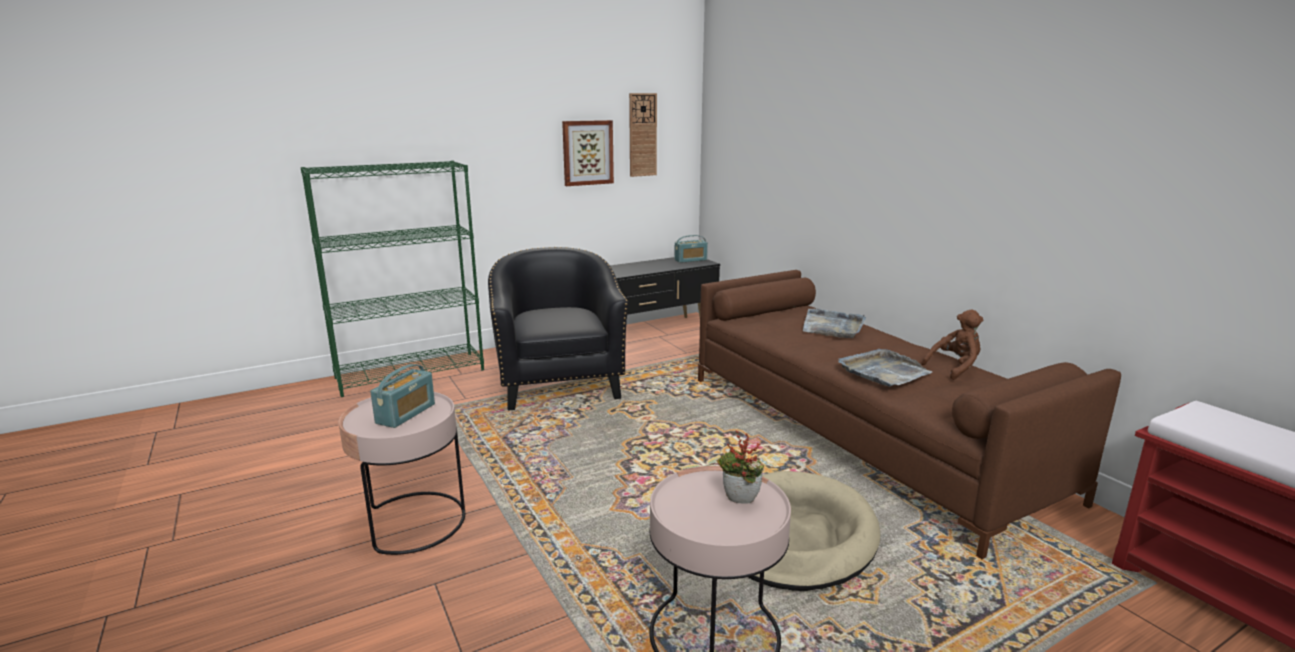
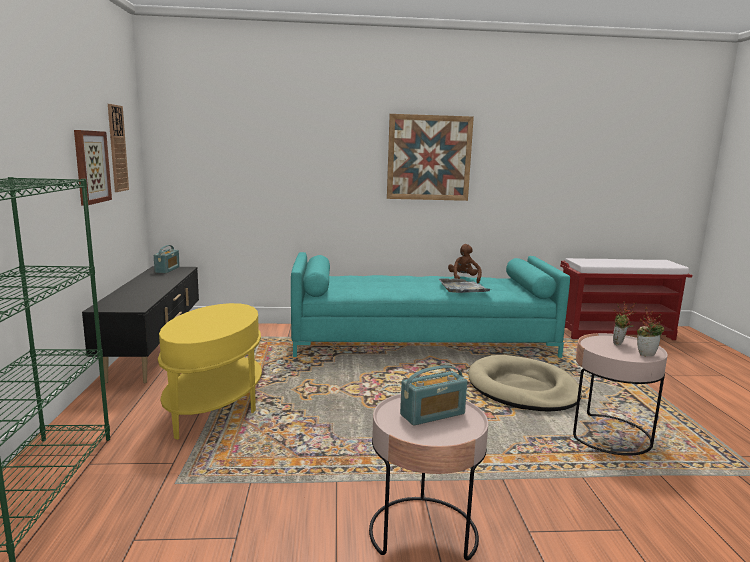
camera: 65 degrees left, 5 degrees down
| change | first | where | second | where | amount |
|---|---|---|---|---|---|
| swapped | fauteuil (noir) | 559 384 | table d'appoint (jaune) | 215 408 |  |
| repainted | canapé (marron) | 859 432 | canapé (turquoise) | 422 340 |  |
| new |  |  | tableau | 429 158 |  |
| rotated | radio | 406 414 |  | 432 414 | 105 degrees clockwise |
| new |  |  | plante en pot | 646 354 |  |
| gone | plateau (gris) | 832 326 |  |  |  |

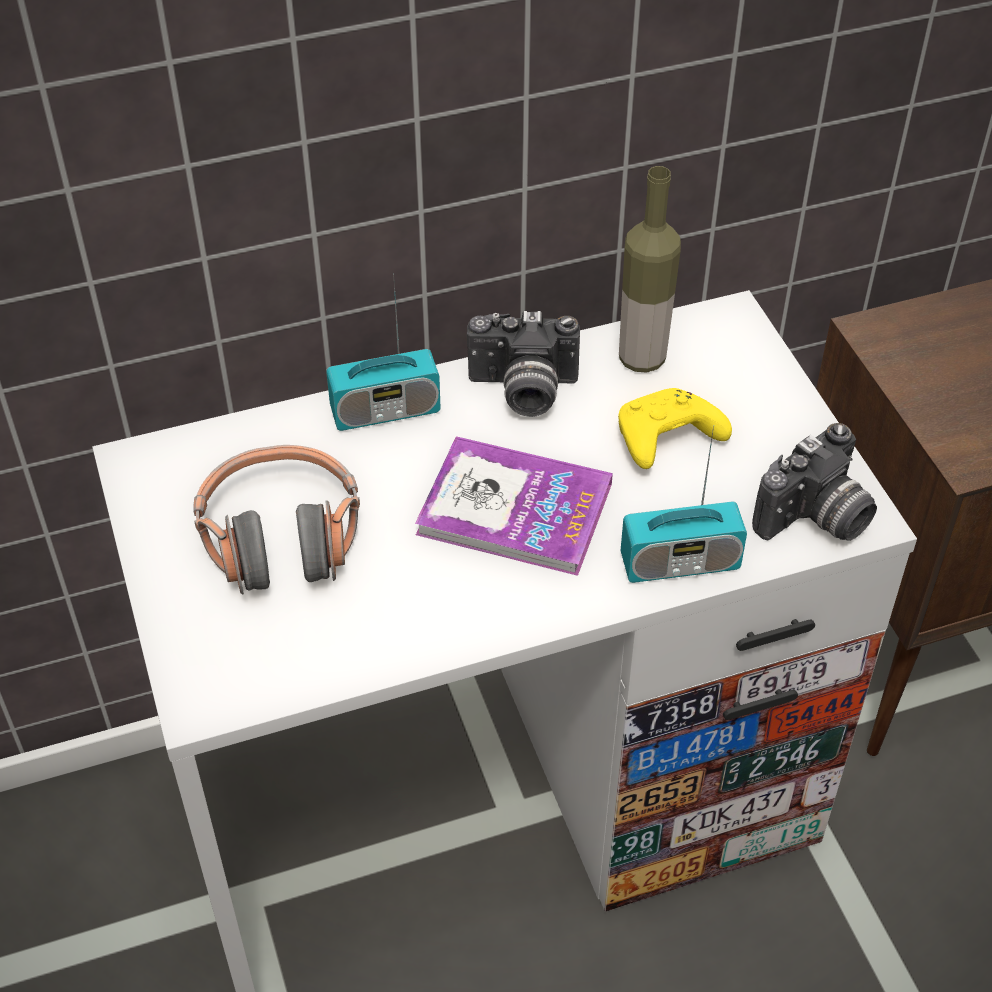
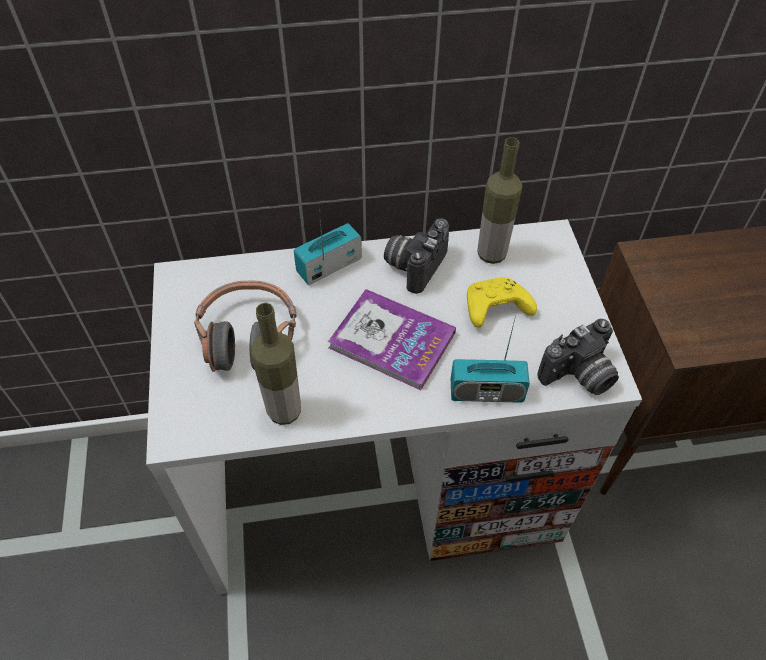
camera: 10 degrees right, 5 degrees up
| change | first | where | second | where | amount |
|---|---|---|---|---|---|
| new |  |  | bouteille | 284 411 |  |
| rotated | radio | 385 411 |  | 329 266 | 150 degrees clockwise |
| rotated | appareil photo | 522 391 |  | 414 265 | 105 degrees clockwise |

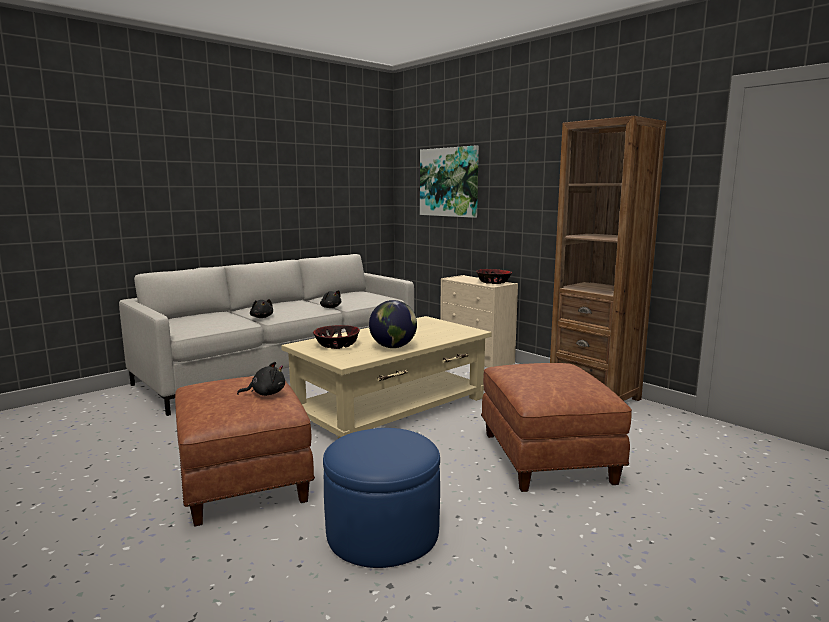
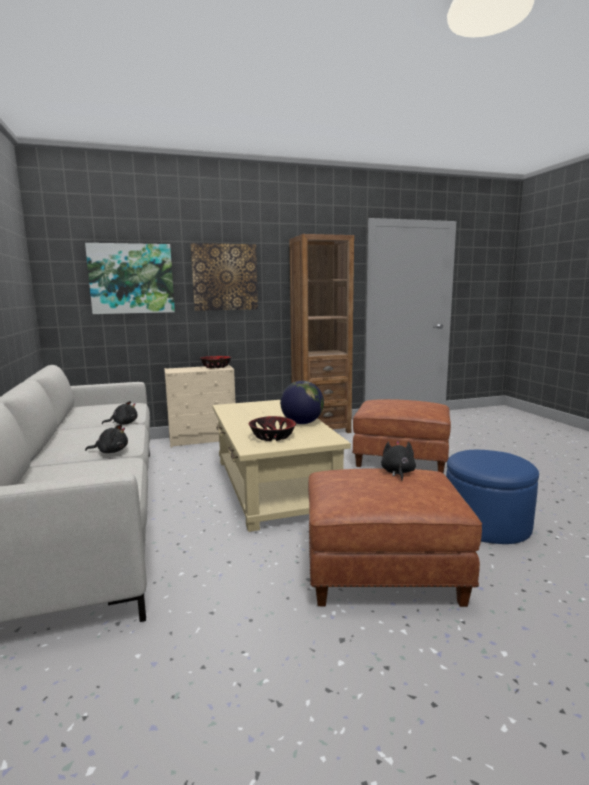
camera: 65 degrees left, 0 degrees up
| change | first | where | second | where | amount |
|---|---|---|---|---|---|
| new |  |  | tableau | 225 277 |  |

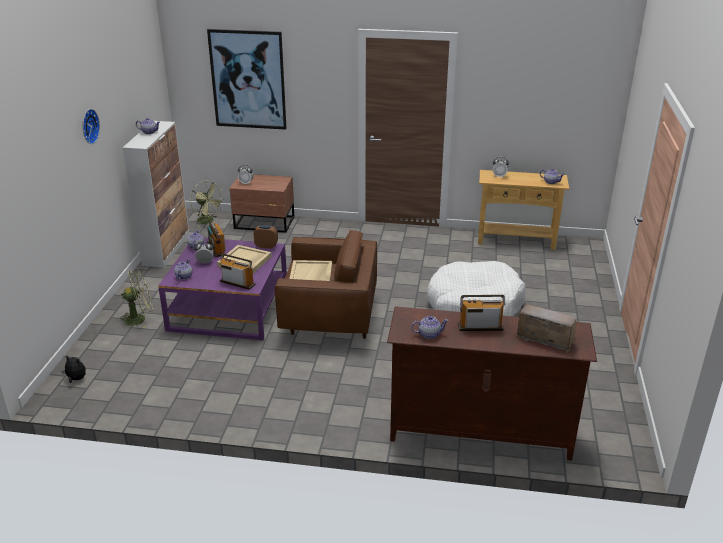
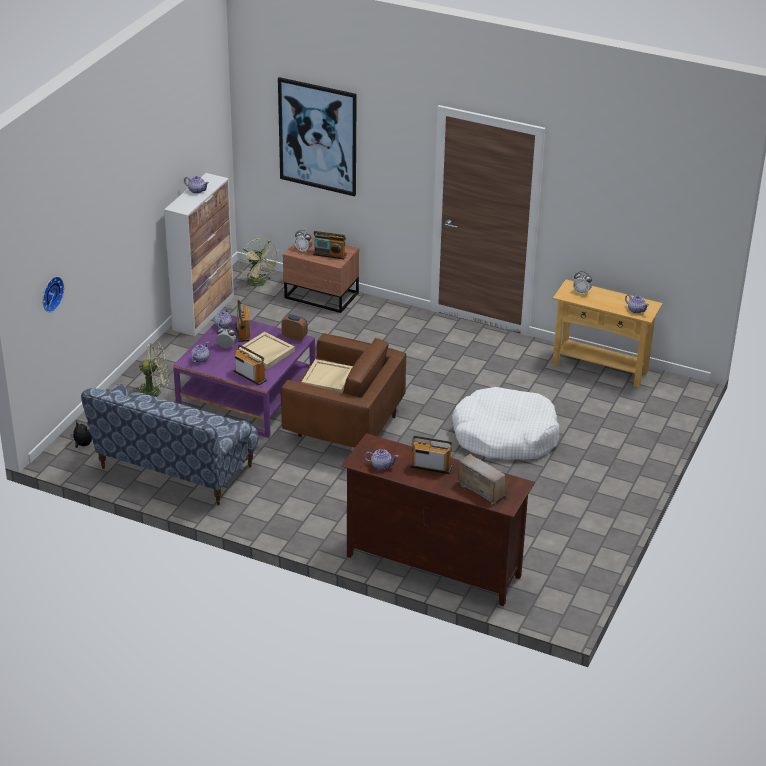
camera: 15 degrees right, 5 degrees up
| change | first | where | second | where | amount |
|---|---|---|---|---|---|
| shifted | horloge murale | 88 126 |  | 50 293 |  |
| new |  |  | canapé | 175 469 |  |
| new |  |  | radio | 329 255 |  |

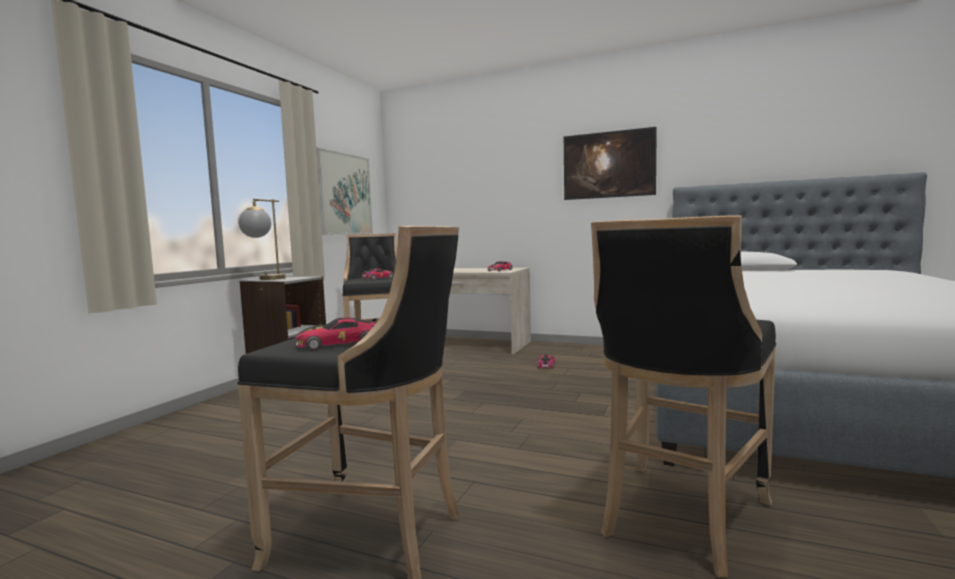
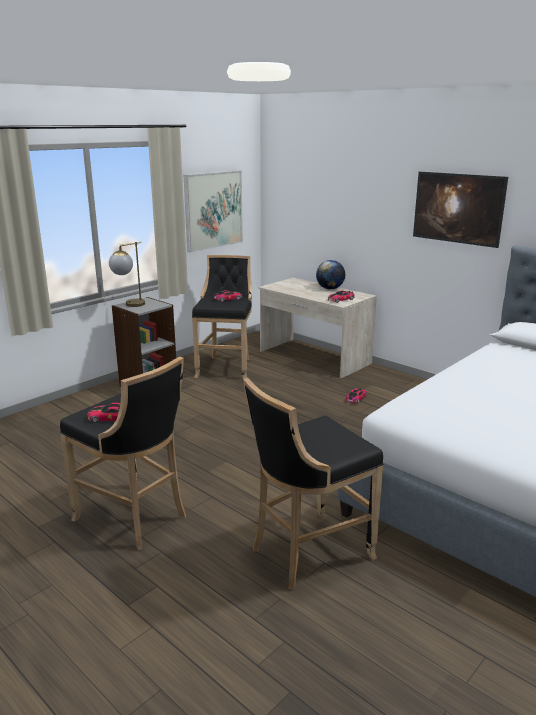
camera: 20 degrees right, 15 degrees up
| change | first | where | second | where | amount |
|---|---|---|---|---|---|
| new |  |  | globe | 330 289 |  |

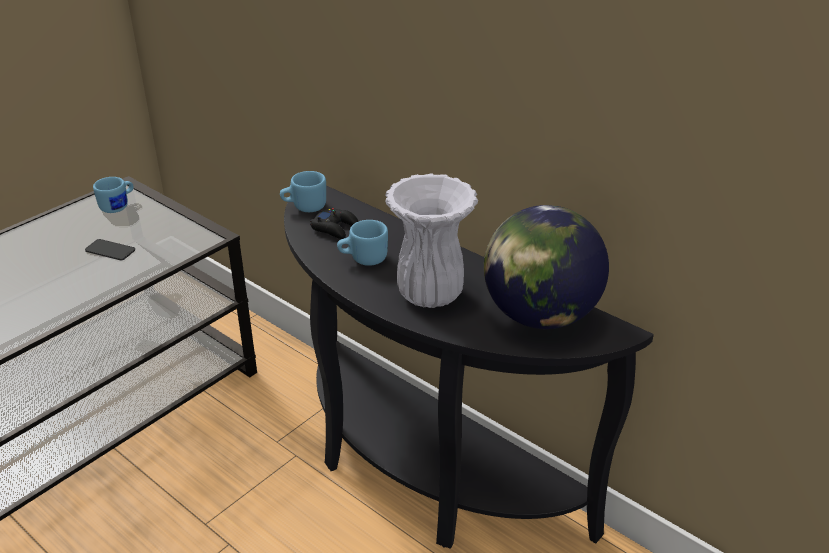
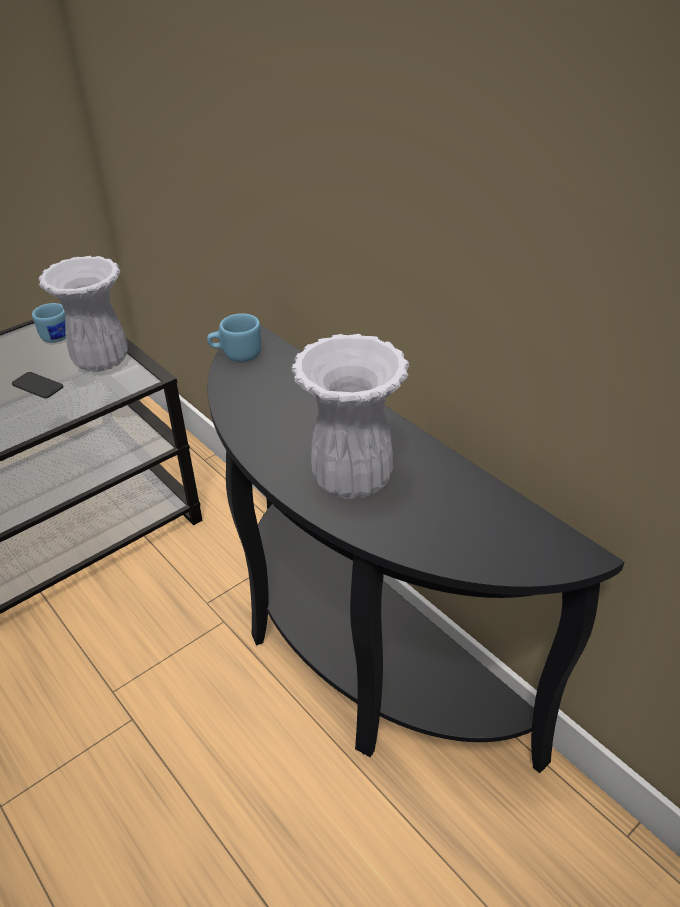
camera: 10 degrees right, 5 degrees up
| change | first | where | second | where | amount |
|---|---|---|---|---|---|
| new |  |  | vase (blanc) | 102 362 |  |
| gone | manette (noir) | 335 228 |  |  |  |
| gone | mug (bleu) | 363 259 |  |  |  |
| gone | globe | 539 316 |  |  |  |

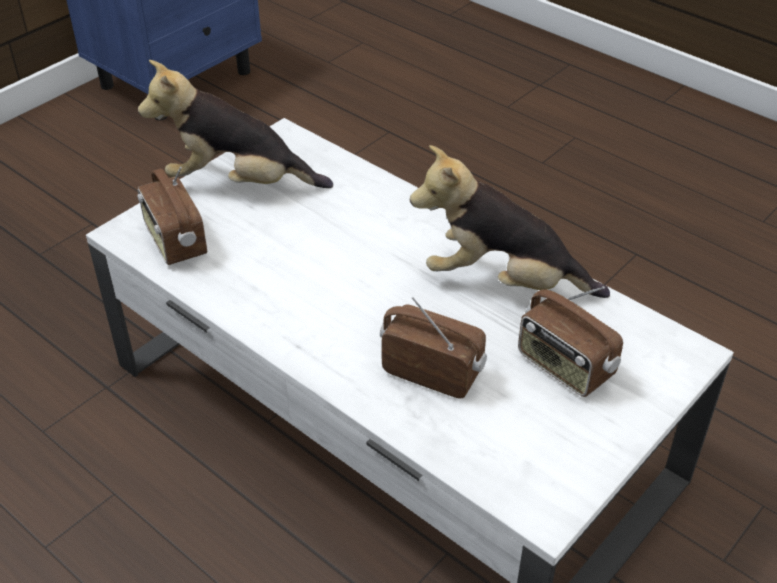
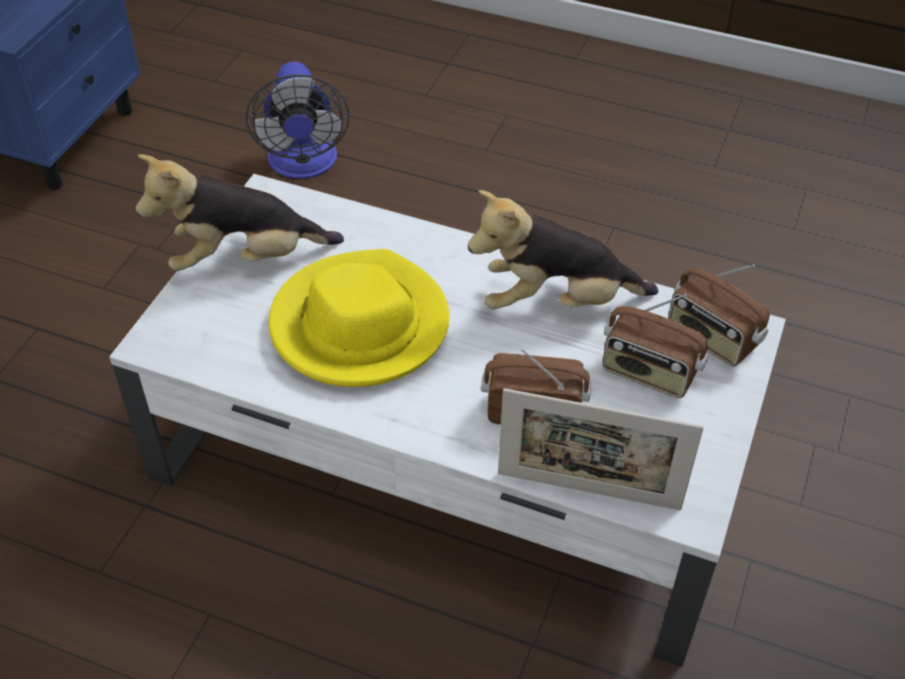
camera: 20 degrees left, 5 degrees up
| change | first | where | second | where | amount |
|---|---|---|---|---|---|
| new |  |  | ventilateur | 303 164 |  |
| new |  |  | chapeau (jaune) | 359 325 |  |
| new |  |  | cadre photo | 588 491 |  |
| shifted | radio | 174 242 |  | 711 339 |  |

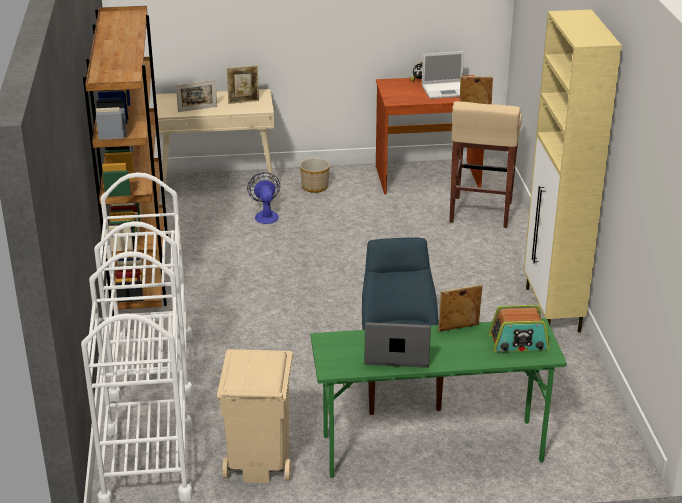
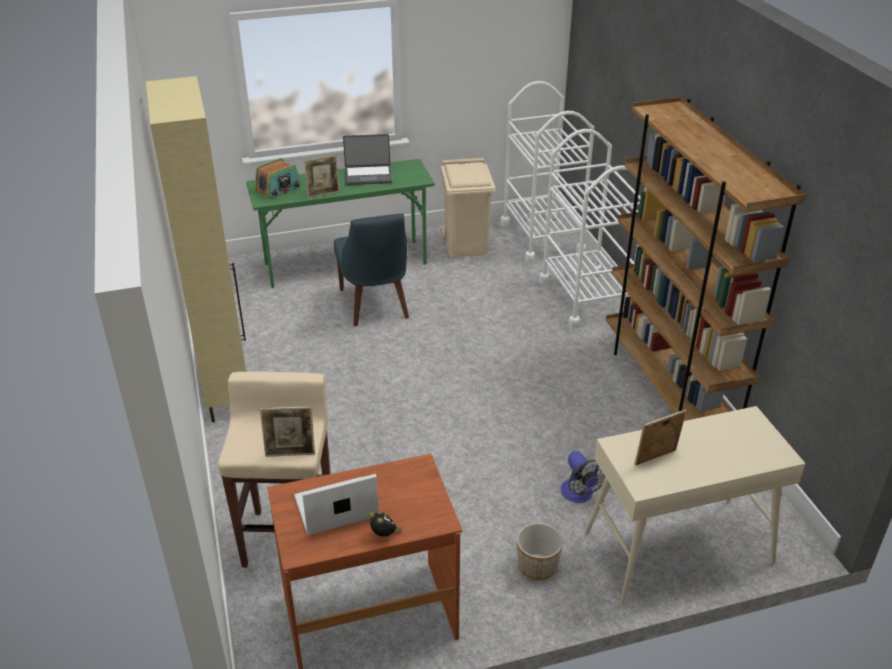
camera: 170 degrees right, 5 degrees up
| change | first | where | second | where | amount |
|---|---|---|---|---|---|
| rotated | radio | 518 342 |  | 278 189 | 150 degrees clockwise |
| gone | cadre photo | 197 109 |  |  |  |

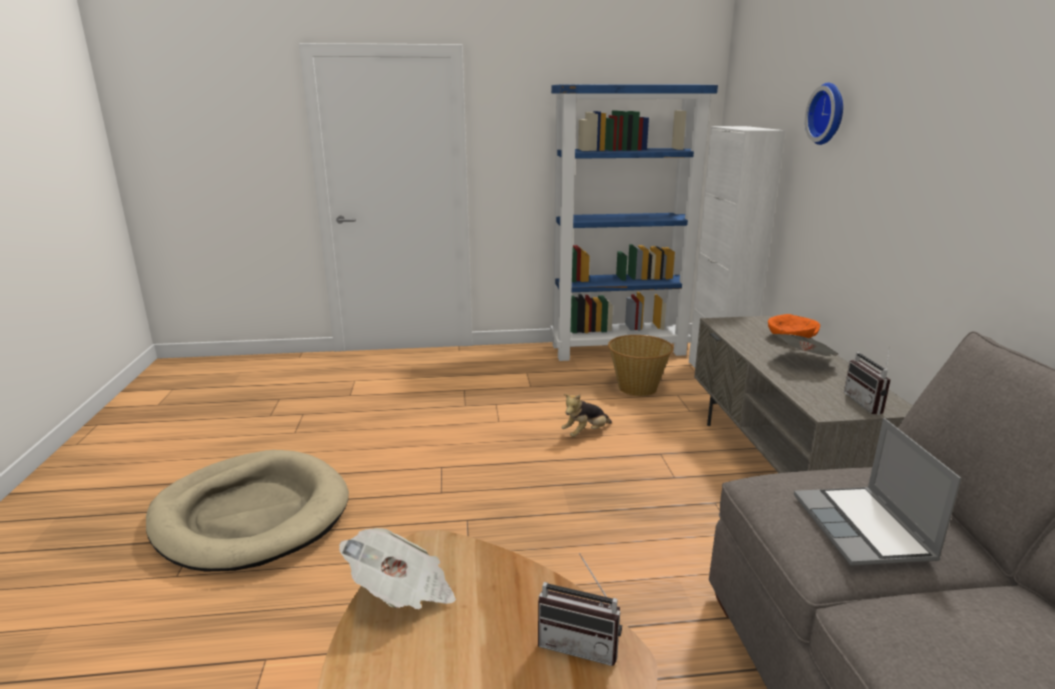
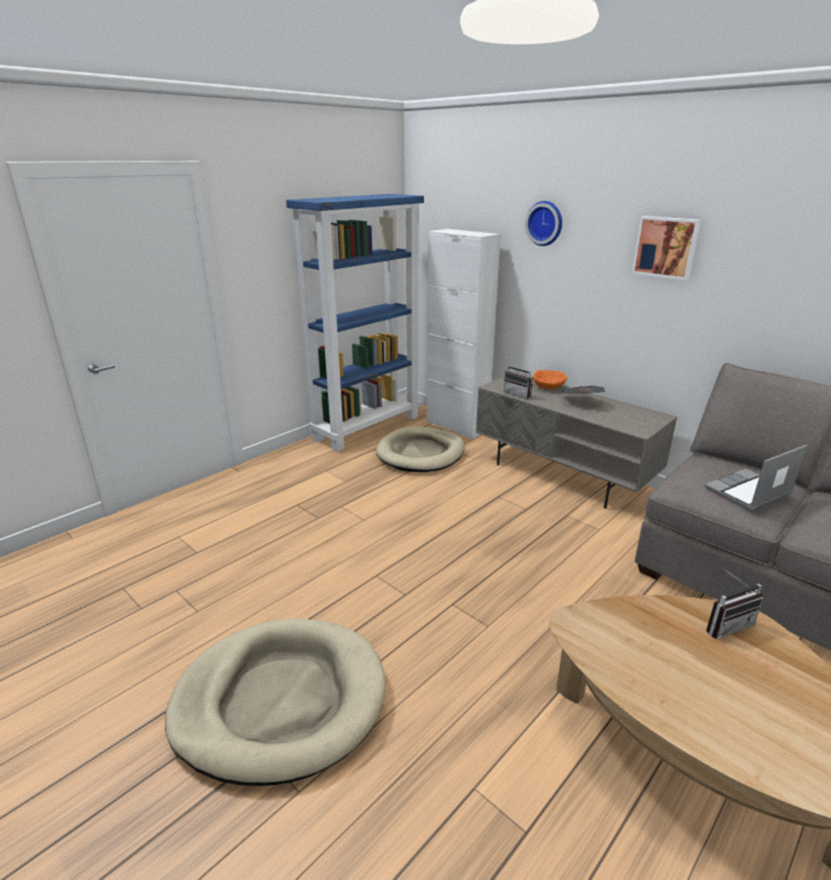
camera: 40 degrees left, 5 degrees up
| change | first | where | second | where | amount |
|---|---|---|---|---|---|
| swapped | panier | 637 387 | panier pour chien (beige) | 421 453 |  |
| shifted | radio | 868 404 |  | 519 394 |  |
| new |  |  | tableau | 666 247 |  |
| rotated | ordinateur portable | 864 529 |  | 748 492 | 105 degrees clockwise |
| gone | journal | 402 592 |  |  |  |
| gone | peluche | 585 433 |  |  |  |

